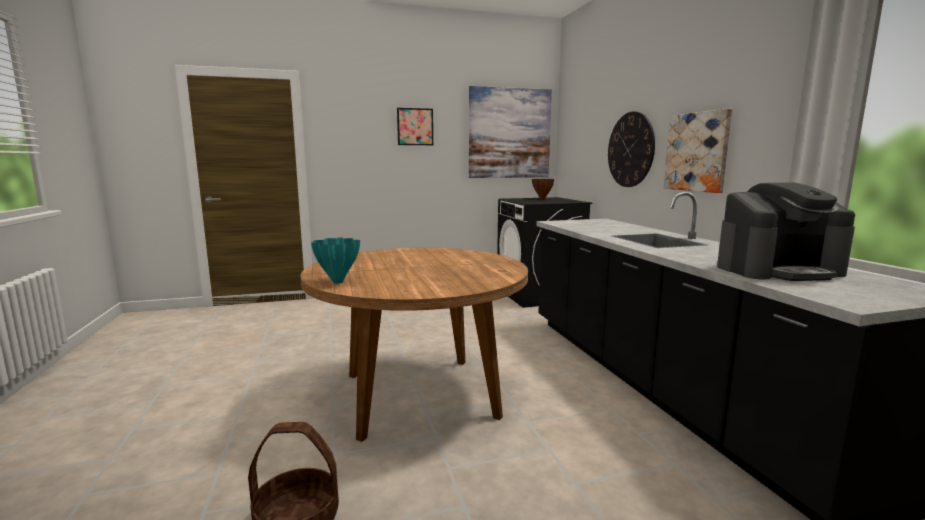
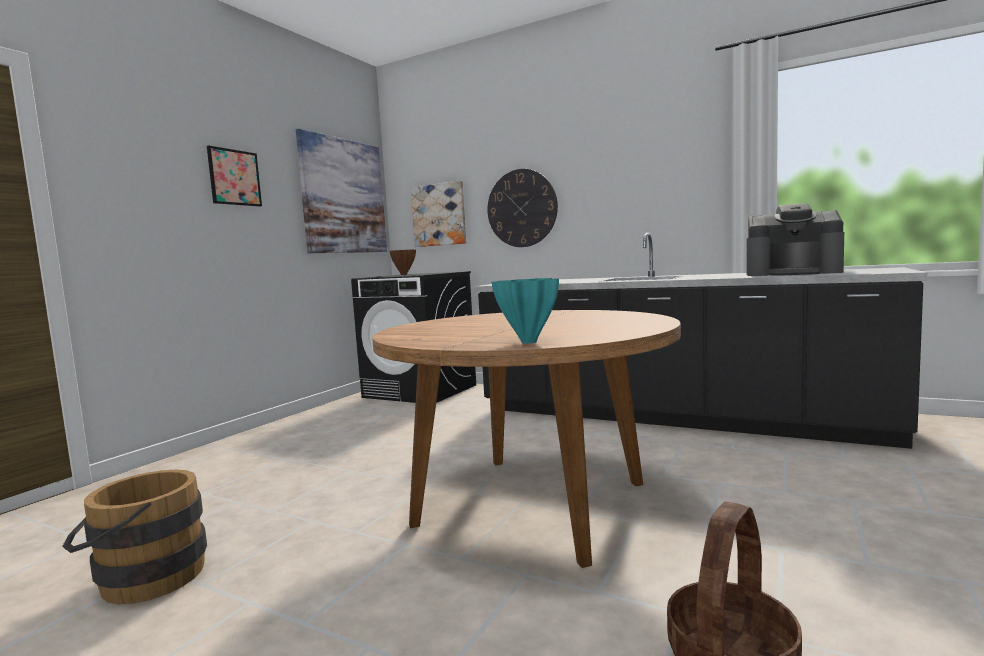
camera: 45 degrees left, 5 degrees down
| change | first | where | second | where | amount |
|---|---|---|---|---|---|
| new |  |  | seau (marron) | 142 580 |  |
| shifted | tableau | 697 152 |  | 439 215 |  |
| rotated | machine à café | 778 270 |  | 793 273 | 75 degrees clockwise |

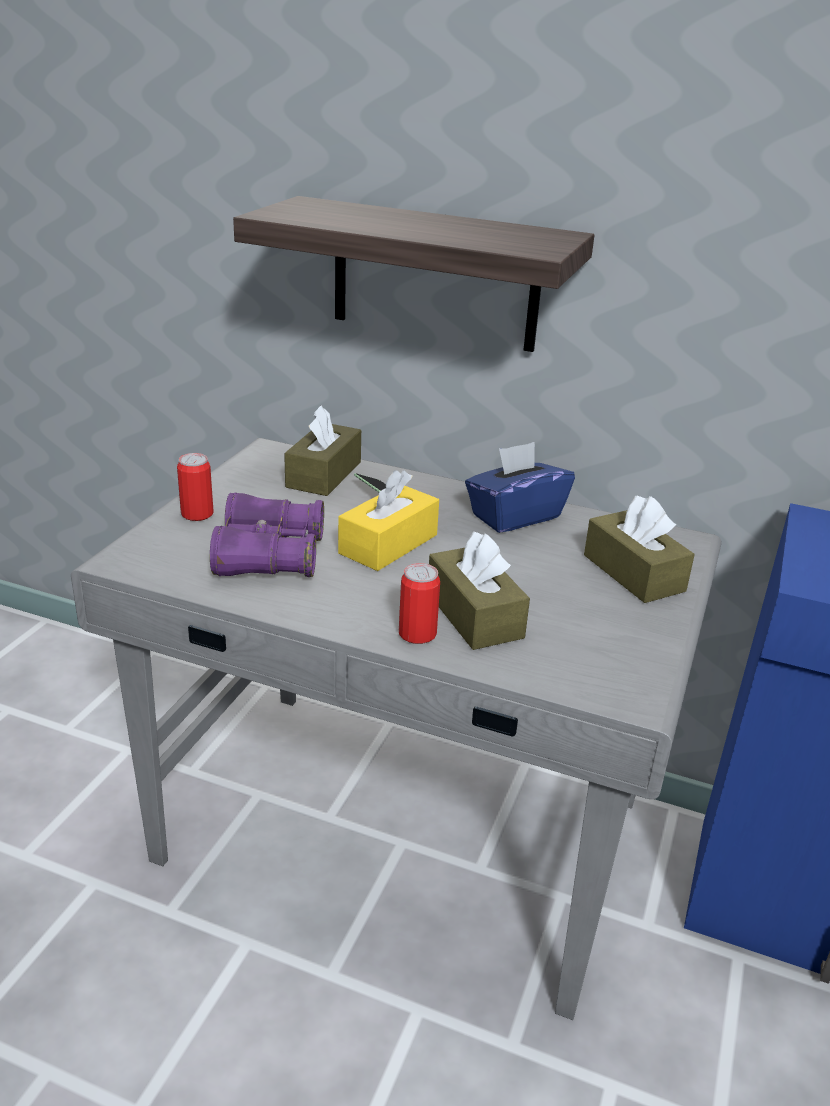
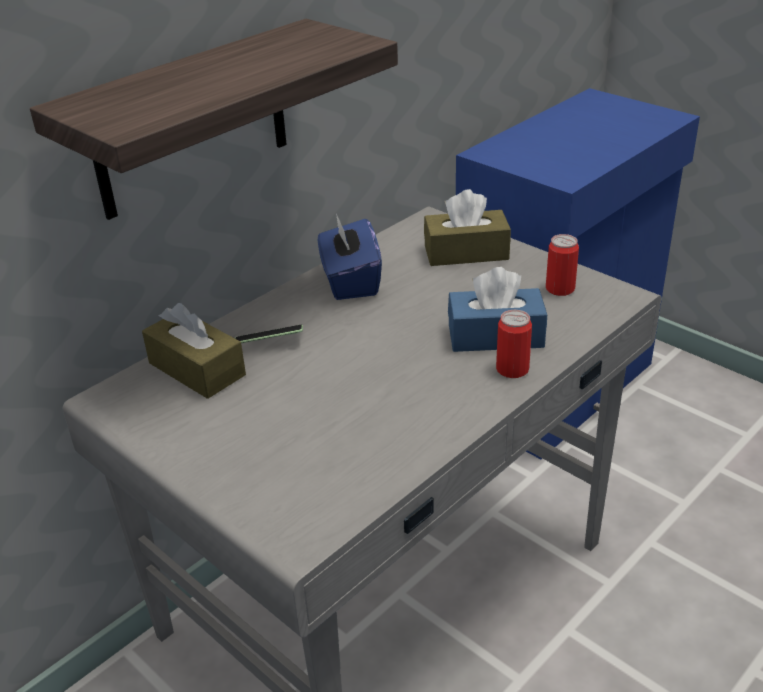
camera: 65 degrees left, 5 degrees up
| change | first | where | second | where | amount |
|---|---|---|---|---|---|
| repainted | boîte à mouchoirs (marron) | 474 615 | boîte à mouchoirs (bleu) | 495 336 |  |
| shifted | boîte métallique | 197 514 |  | 560 289 |  |
| gone | jumelles (violet) | 269 556 |  |  |  |
| gone | boîte à mouchoirs (jaune) | 388 544 |  |  |  |

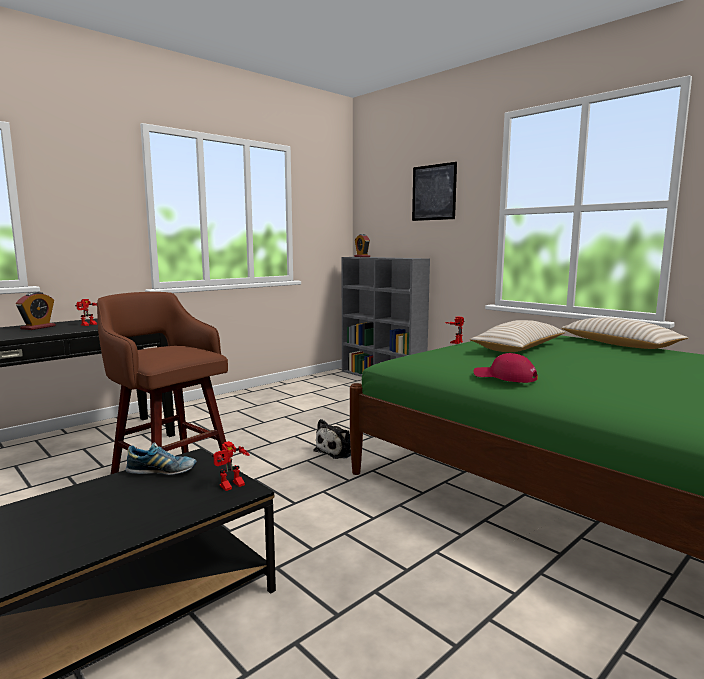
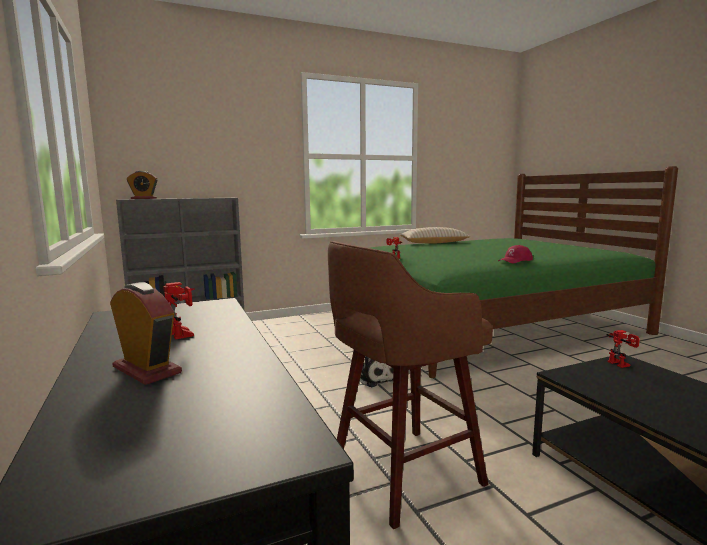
camera: 70 degrees left, 0 degrees up
| change | first | where | second | where | amount |
|---|---|---|---|---|---|
| gone | chaussure | 162 472 |  |  |  |
| gone | tableau | 434 192 |  |  |  |
| gone | coussin (beige) | 518 348 |  |  |  |

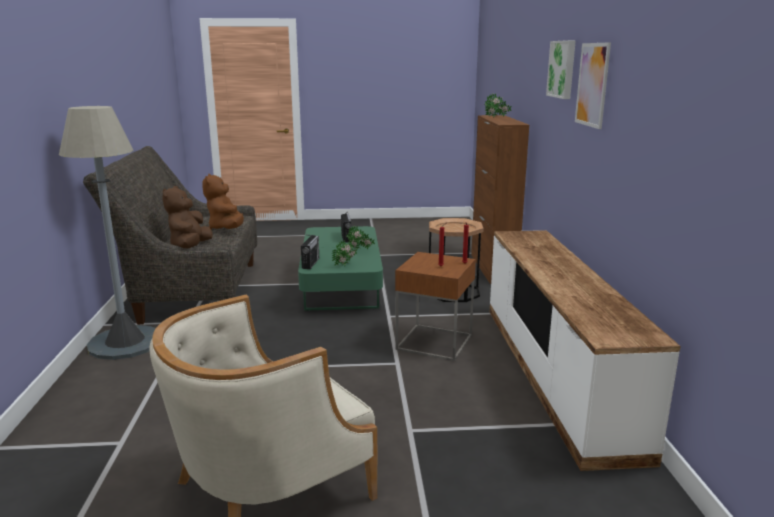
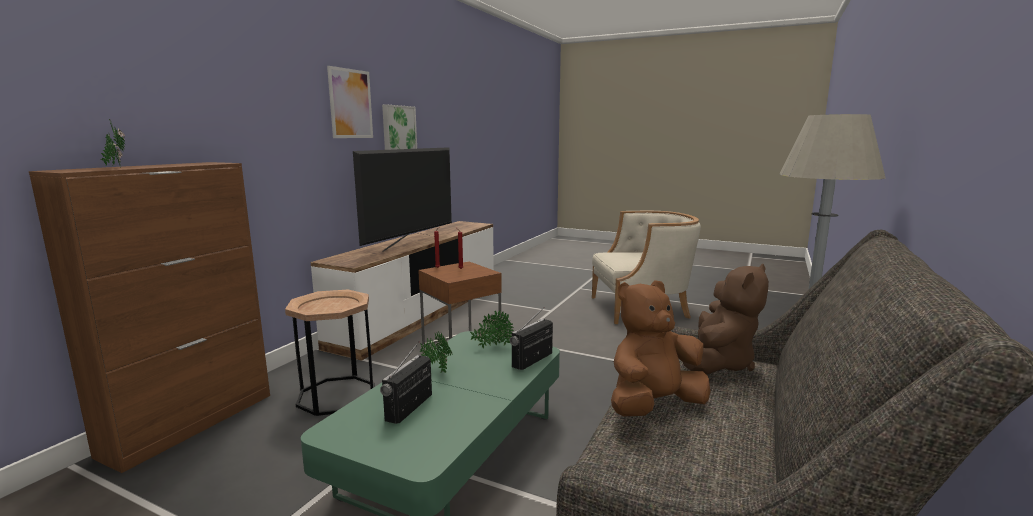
camera: 150 degrees left, 5 degrees down
| change | first | where | second | where | amount |
|---|---|---|---|---|---|
| new |  |  | téléviseur | 410 243 |  |
| shifted | tableau | 563 69 |  | 398 129 |  |
| rotated | peluche (marron) | 226 228 |  | 653 406 | 135 degrees counterclockwise |

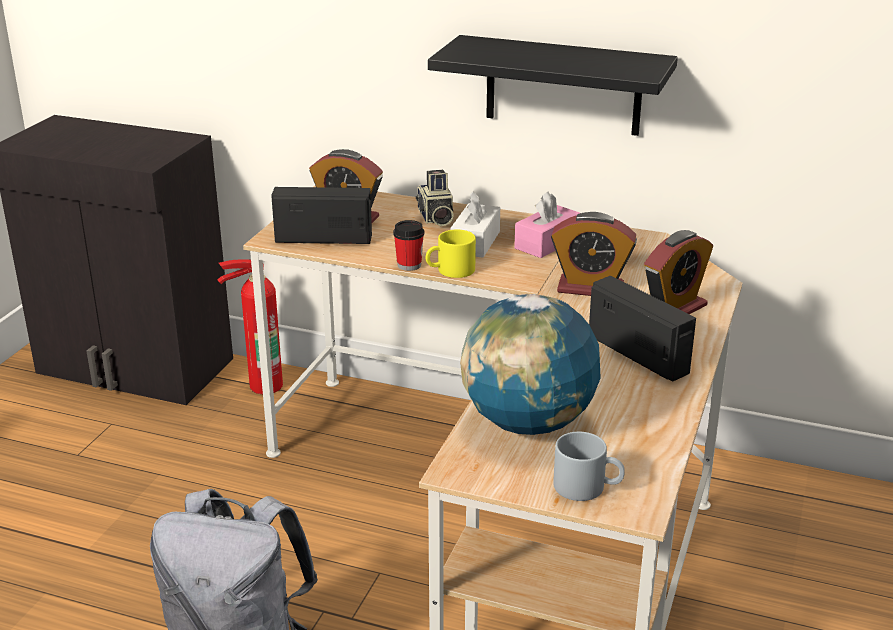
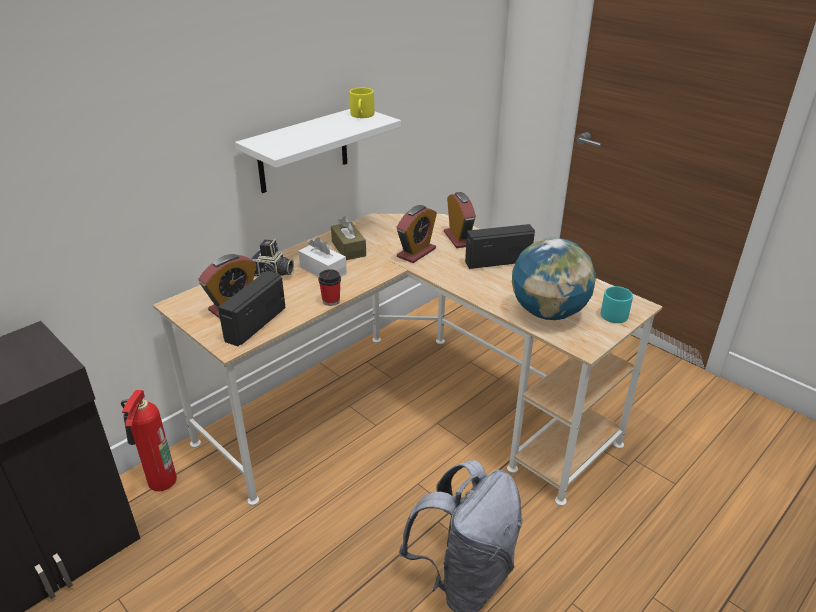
camera: 65 degrees left, 5 degrees up
| change | first | where | second | where | amount |
|---|---|---|---|---|---|
| repainted | étagère (noir) | 563 86 | étagère (blanc) | 303 150 |  |
| repainted | boîte à mouchoirs (rose) | 547 243 | boîte à mouchoirs (marron) | 348 249 |  |
| shifted | mug (jaune) | 450 271 |  | 362 115 |  |
| repainted | mug (gris) | 587 487 | mug (turquoise) | 616 313 |  |

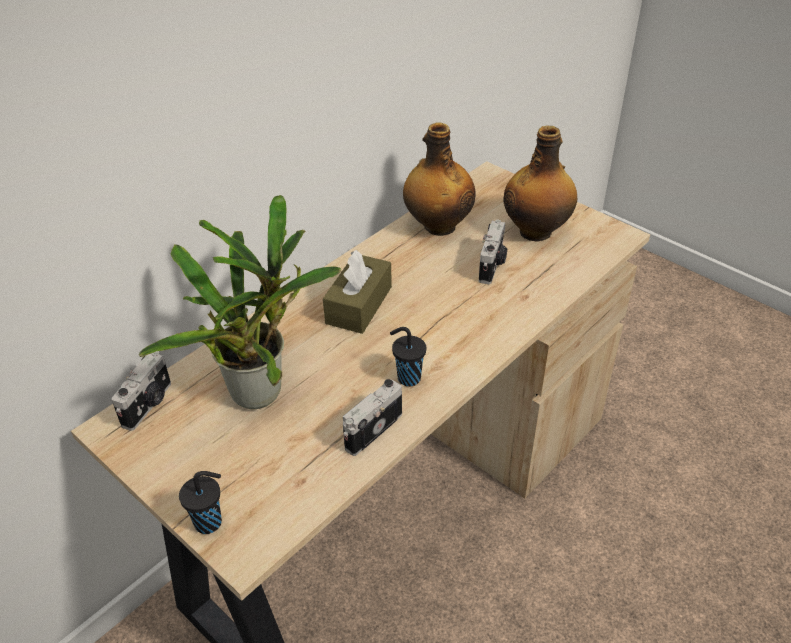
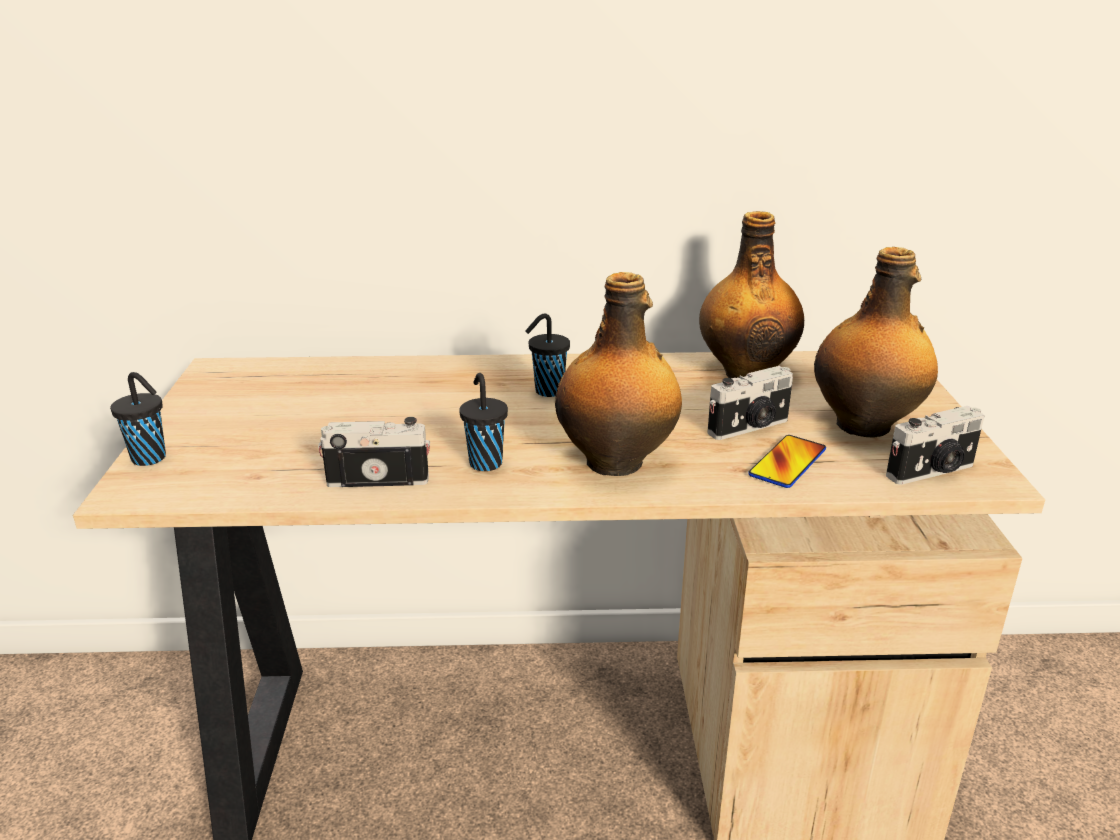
camera: 45 degrees right, 15 degrees down
| change | first | where | second | where | amount |
|---|---|---|---|---|---|
| swapped | boîte à mouchoirs (marron) | 359 305 | tasse (noir) | 547 391 |  |
| new |  |  | bouteille | 617 462 |  |
| new |  |  | téléphone | 787 463 |  |
| shifted | appareil photo | 149 404 |  | 932 472 |  |
| gone | plante en pot | 262 389 |  |  |  |

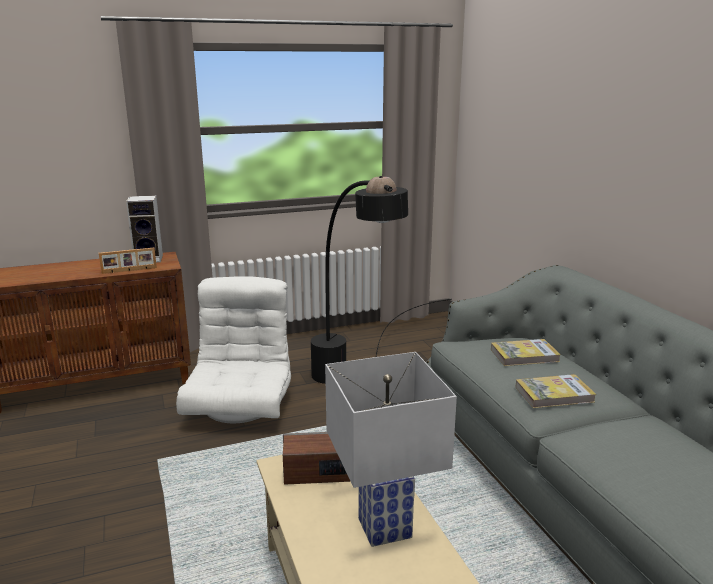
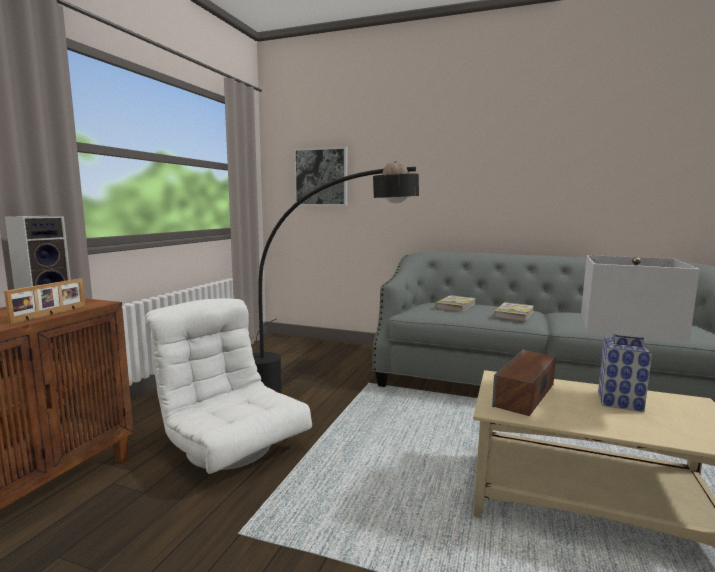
camera: 50 degrees left, 10 degrees down
| change | first | where | second | where | amount |
|---|---|---|---|---|---|
| new |  |  | tableau | 321 177 |  |

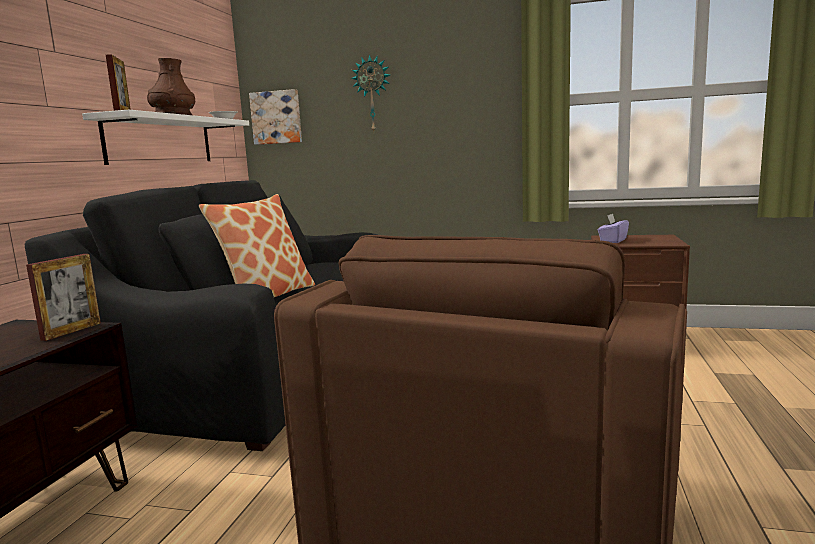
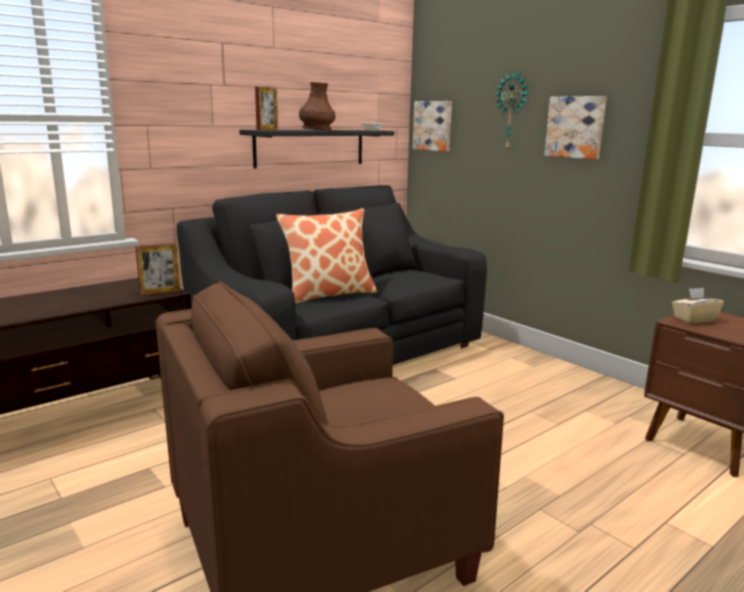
camera: 35 degrees right, 5 degrees up
| change | first | where | second | where | amount |
|---|---|---|---|---|---|
| repainted | étagère (blanc) | 160 141 | étagère (noir) | 310 148 |  |
| new |  |  | tableau | 576 127 |  |
| repainted | boîte à mouchoirs (violet) | 612 241 | boîte à mouchoirs (beige) | 694 319 |  |

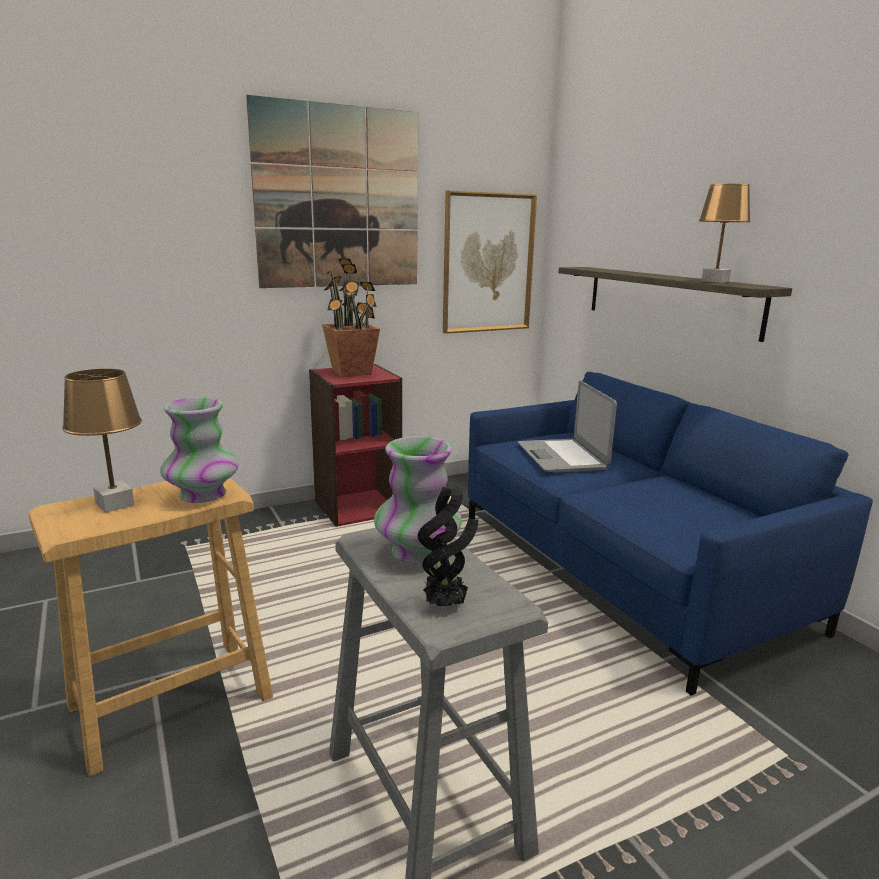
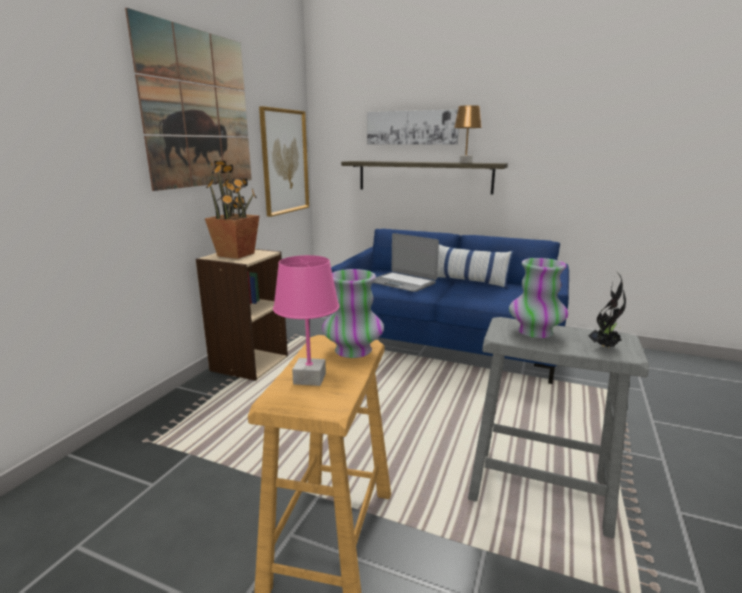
camera: 40 degrees left, 0 degrees up
| change | first | where | second | where | amount |
|---|---|---|---|---|---|
| repainted | bibliothèque (rouge) | 357 507 | bibliothèque (beige) | 249 363 |  |
| repainted | lampe de table (marron) | 114 504 | lampe de table (rose) | 309 379 |  |
| new |  |  | tableau | 412 127 |  |
| new |  |  | coussin | 468 281 |  |

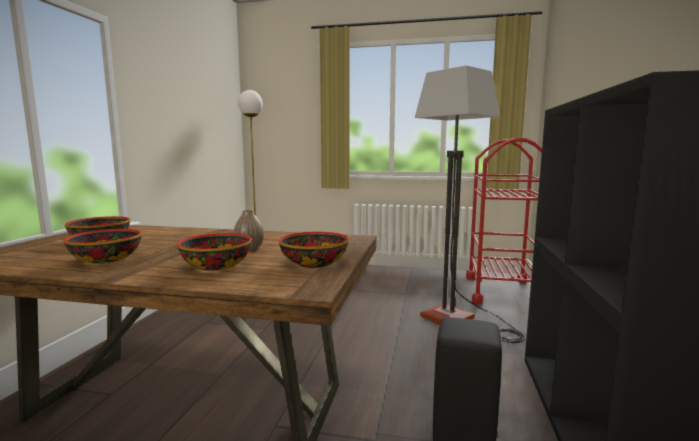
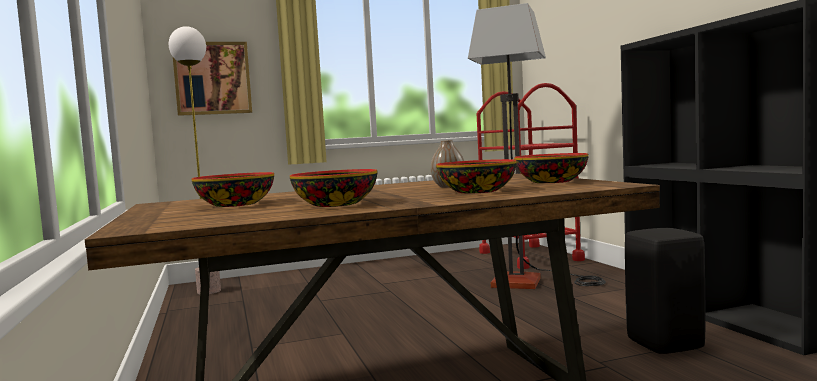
camera: 30 degrees left, 5 degrees down
| change | first | where | second | where | amount |
|---|---|---|---|---|---|
| new |  |  | tableau | 212 78 |  |

